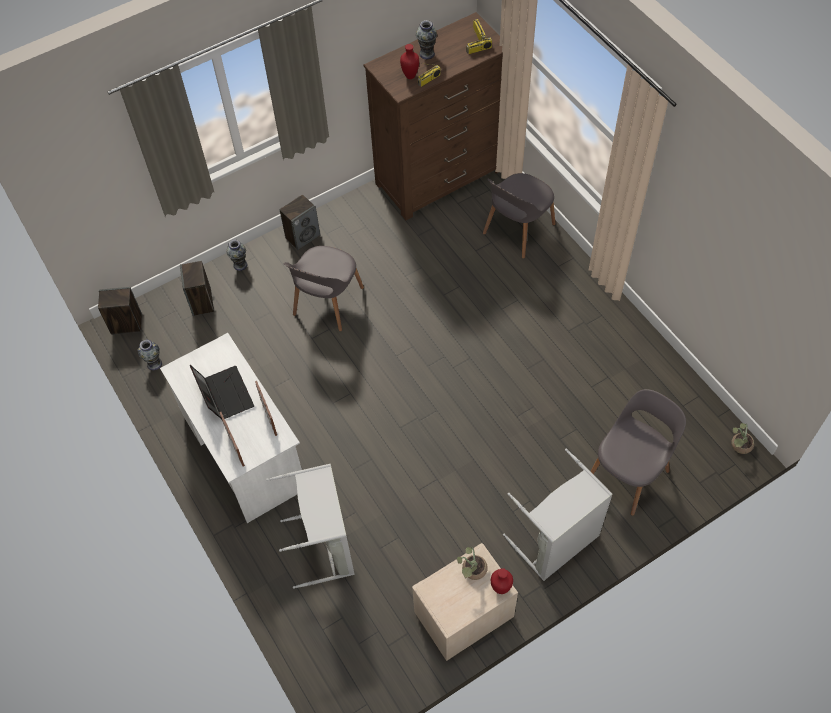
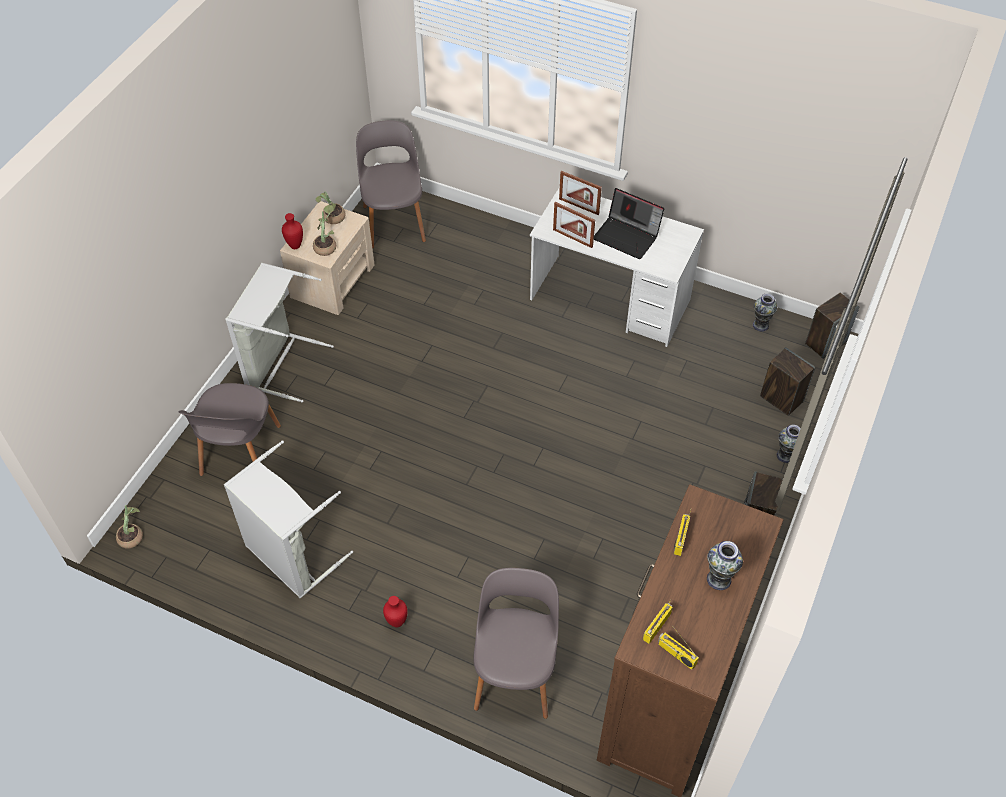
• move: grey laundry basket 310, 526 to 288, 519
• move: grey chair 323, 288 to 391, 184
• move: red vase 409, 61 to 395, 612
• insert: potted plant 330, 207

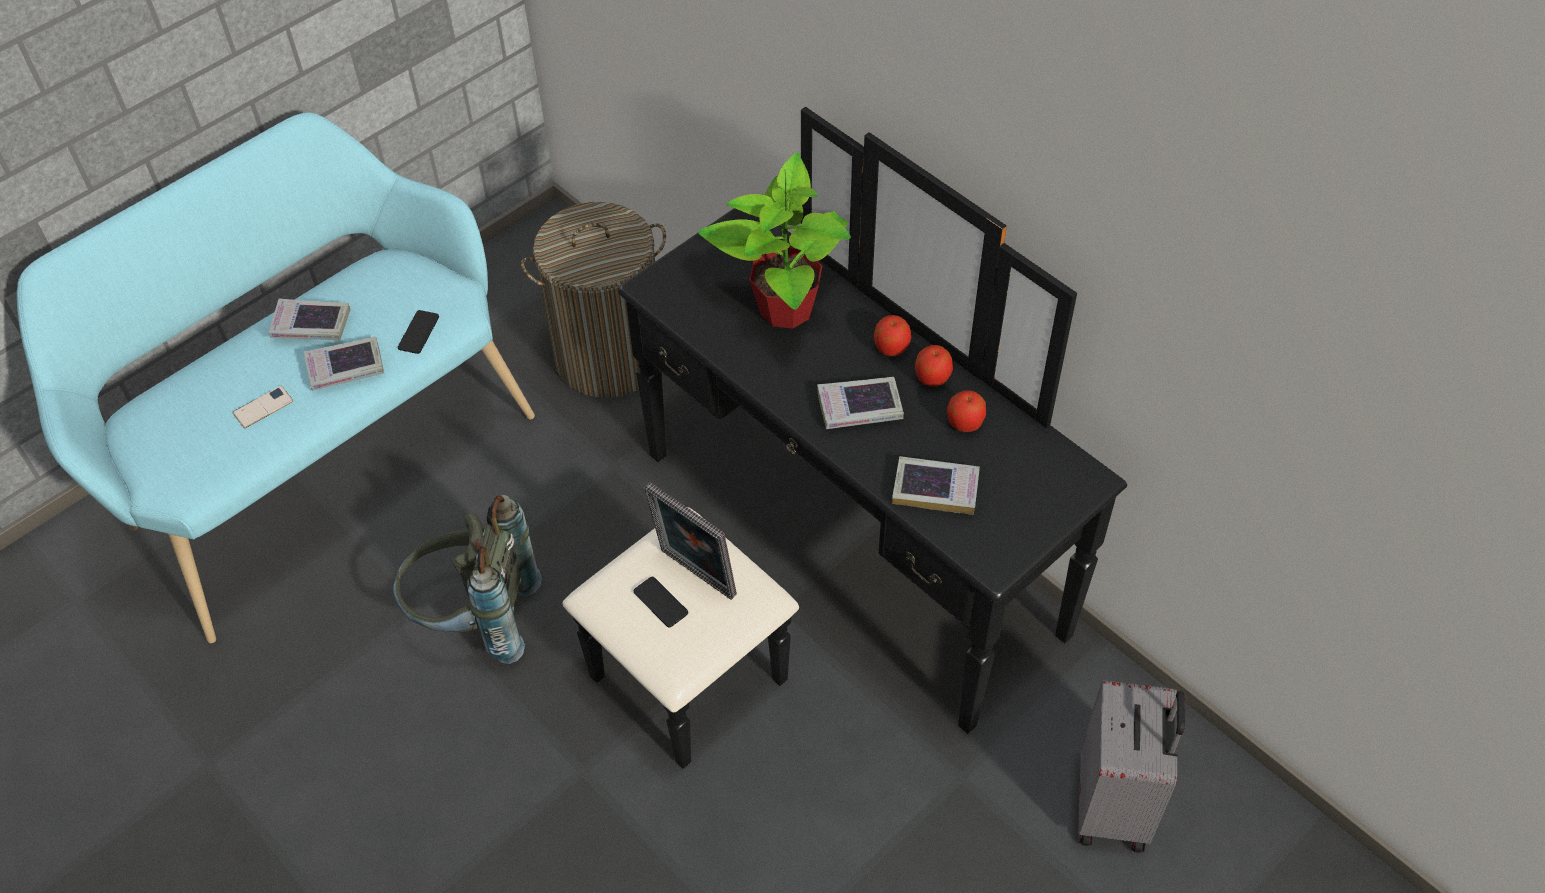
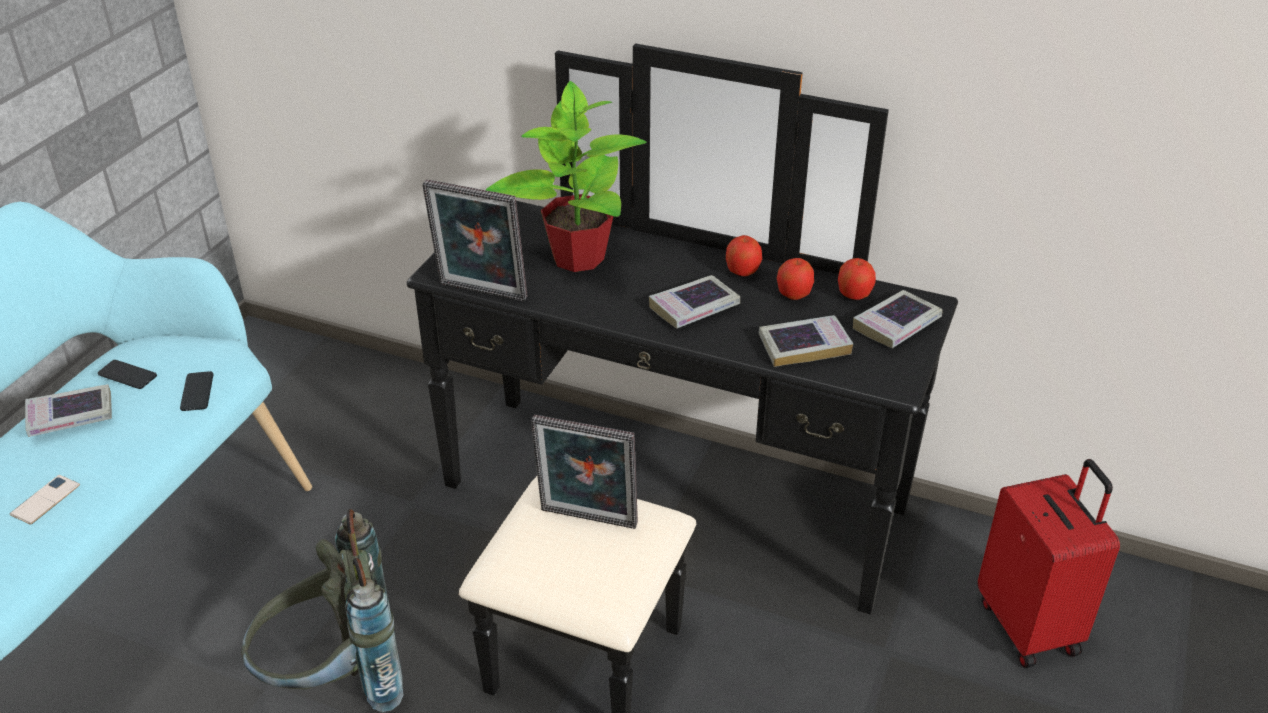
• move: book 344, 364 to 898, 319
• delete: laundry basket 593, 300
• move: phone 661, 602 to 127, 374
• move: apple 892, 335 to 857, 279
• recolor: grey suitcase 1131, 766 to red suitcase 1049, 563
• insert: picture frame 474, 240

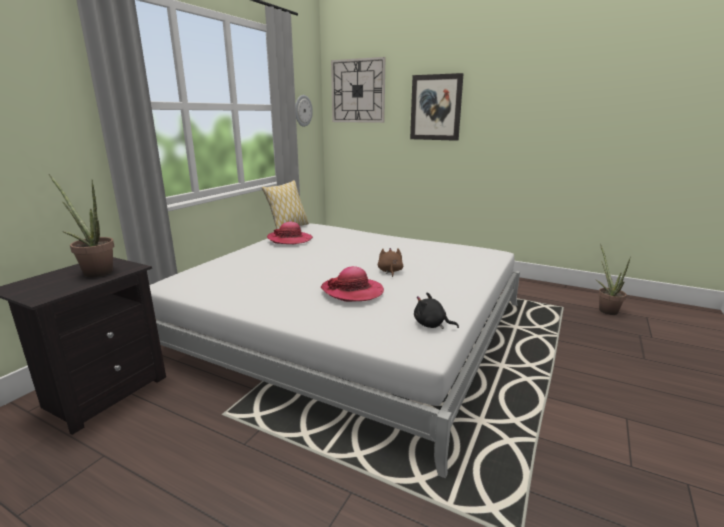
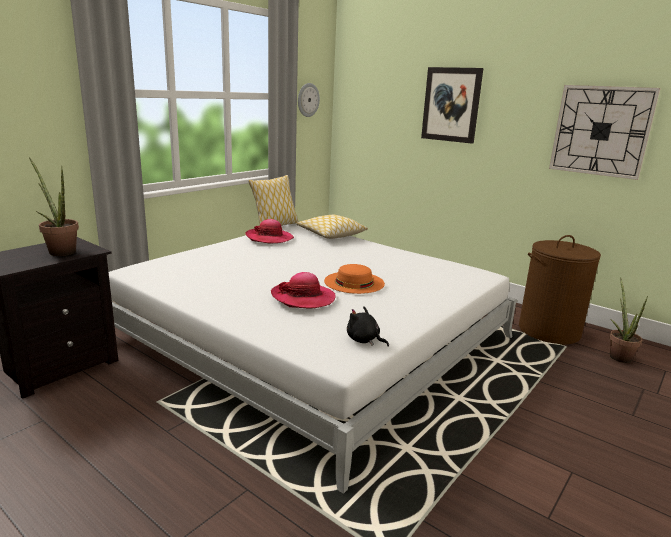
• move: wall clock 358, 90 to 605, 132
• replace: brown plush toy 390, 262 to orange hat 354, 279
• insert: pillow 332, 227
• insert: brown laundry basket 560, 290

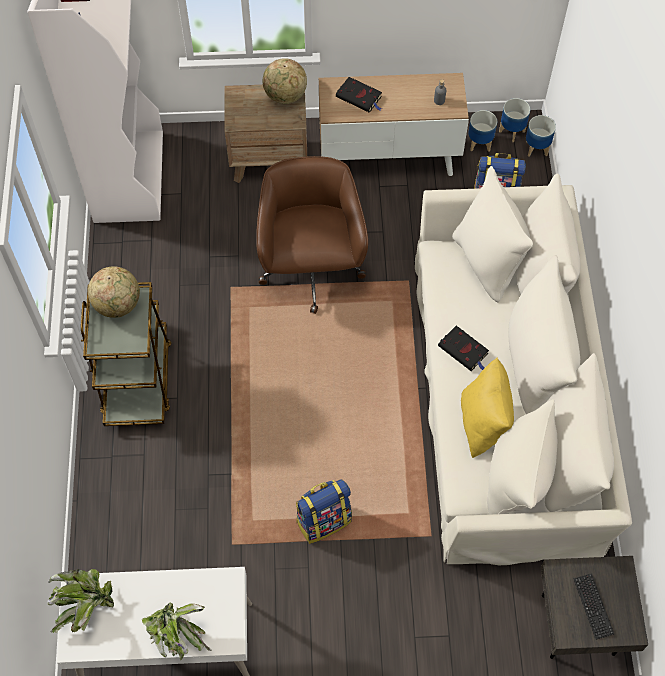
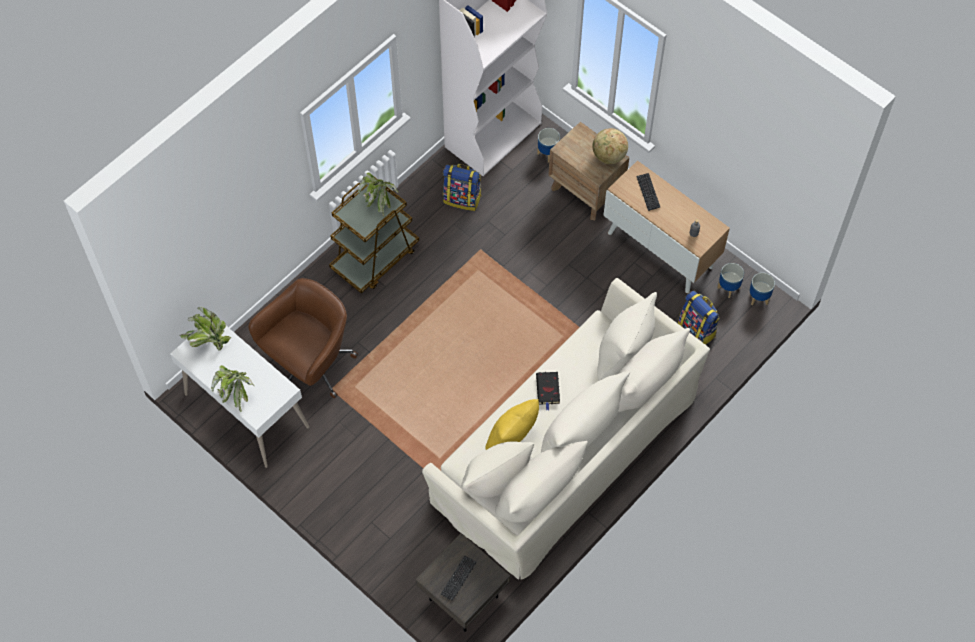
• replace: globe 114, 292 to potted plant 378, 194
• move: brown office chair 312, 235 to 303, 338
• move: backpack 324, 511 to 462, 187
• replace: black book 359, 95 to keyboard 648, 192
• move: planter 541, 136 to 548, 145

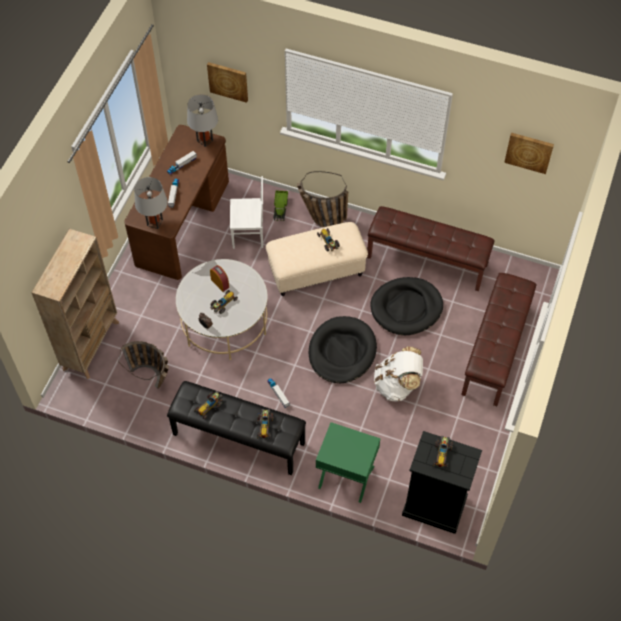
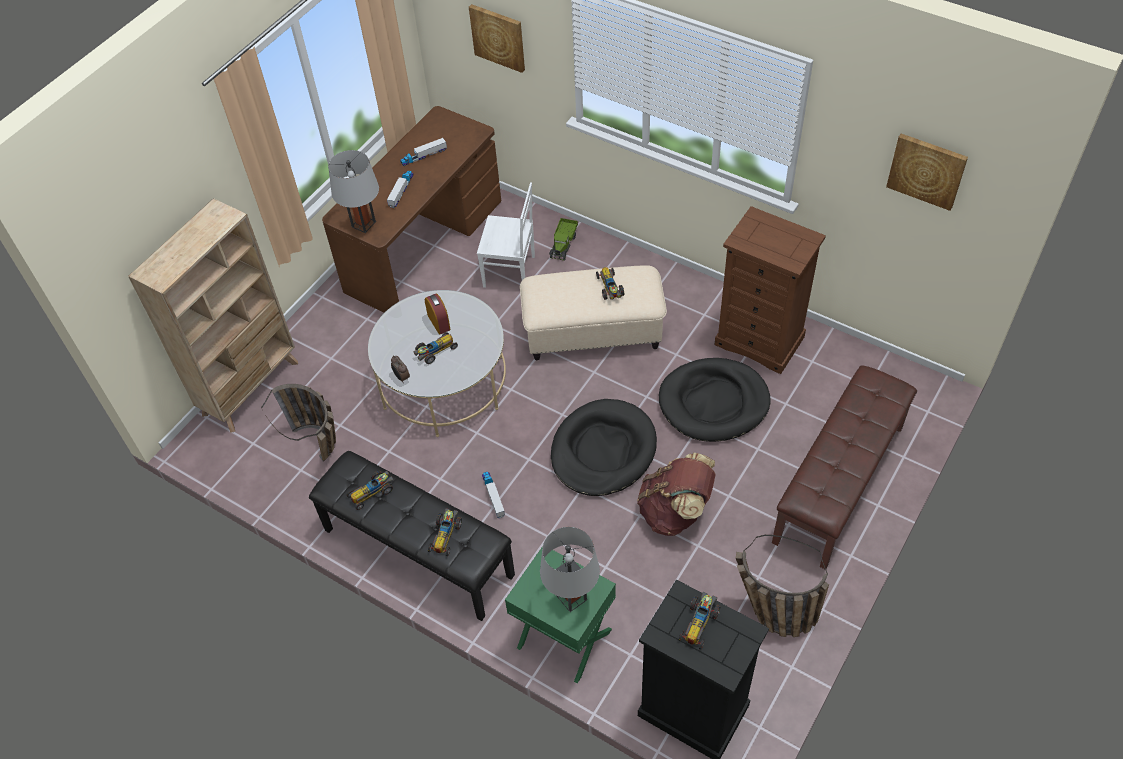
• move: grey table lamp 202, 120 to 570, 569
• move: basket 322, 199 to 782, 586
• replace: brown bench 430, 248 to brown dresser 770, 290
• recolor: white backpack 398, 374 to brown backpack 676, 494

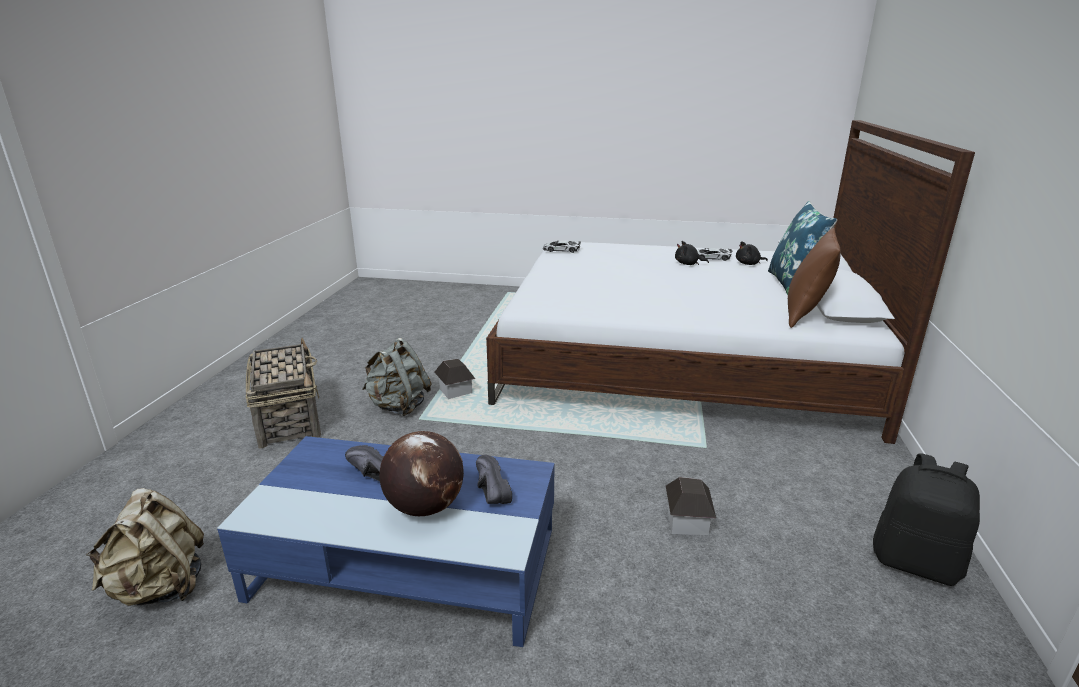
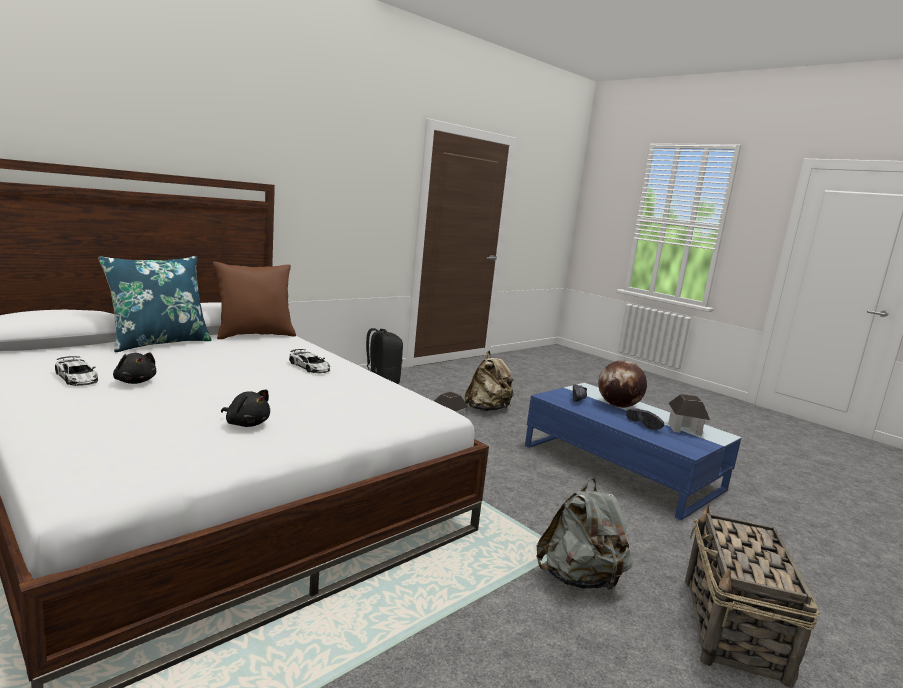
• move: beige backpack 145, 547 to 489, 381
• move: toy house 455, 379 to 689, 415
• move: toy car 562, 246 to 309, 361
• move: black plush toy 752, 253 to 245, 408

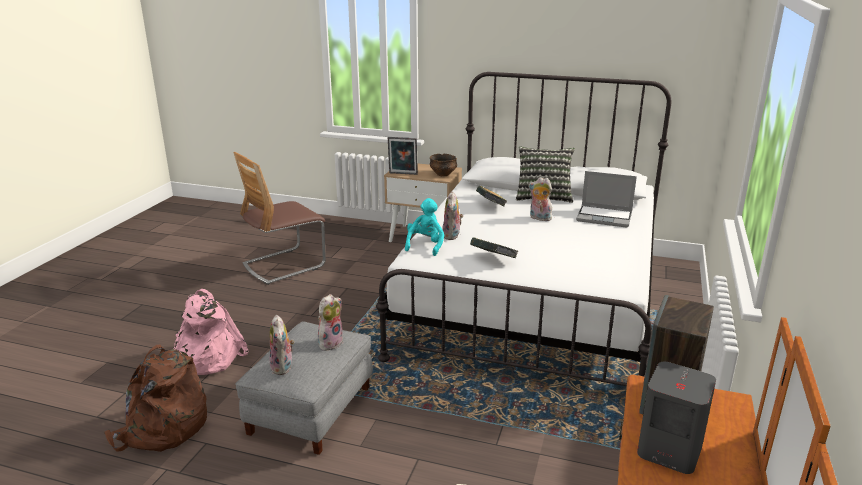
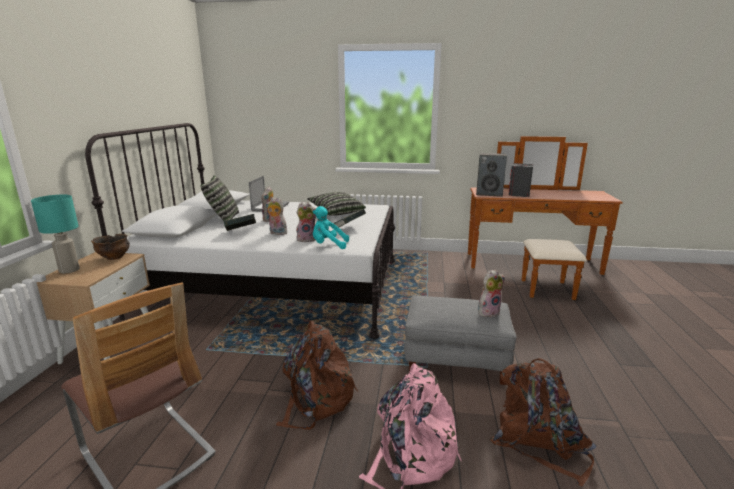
• move: plush toy 330, 322 to 276, 216
• delete: picture frame 403, 156
• insert: turquoise table lamp 55, 234
• insert: brown backpack 317, 375
• insert: pillow 336, 204

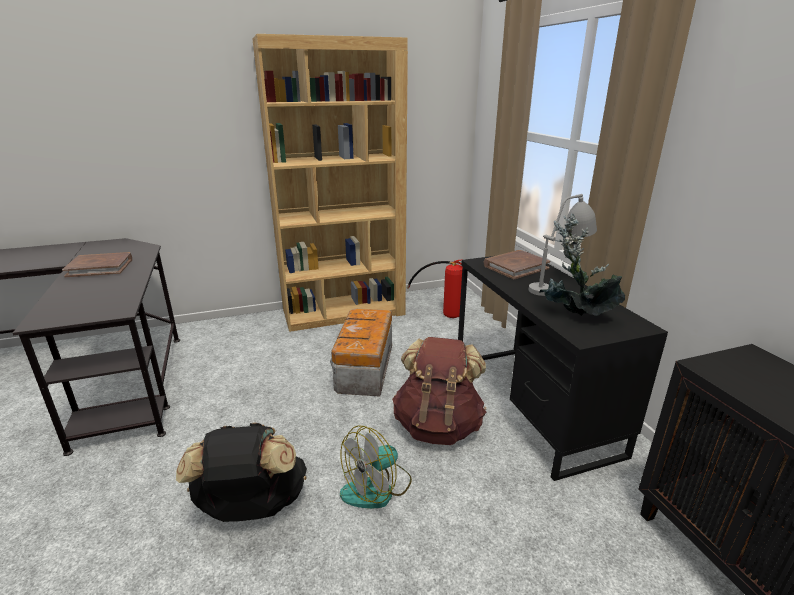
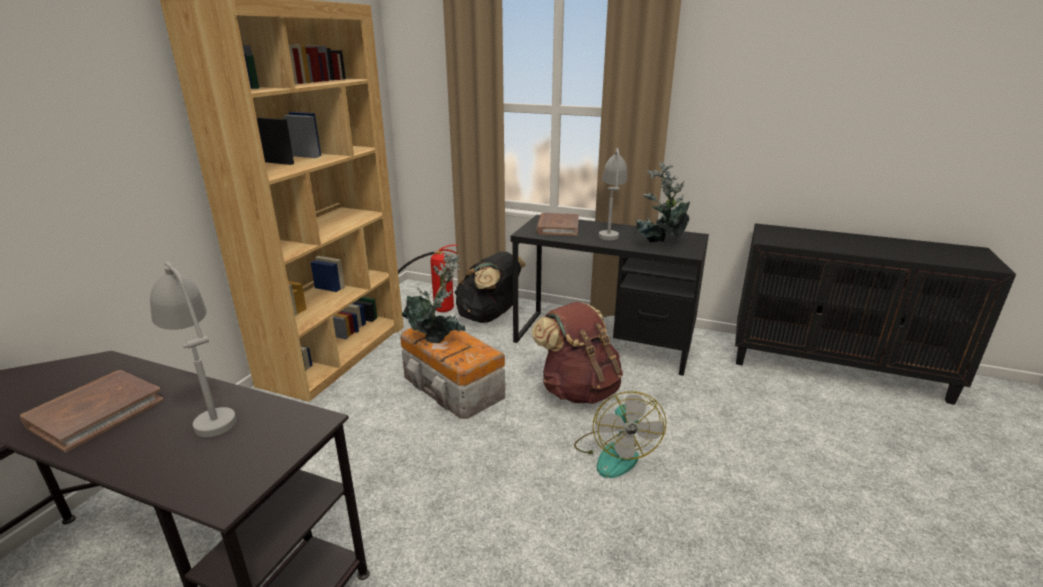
• move: black backpack 241, 472 to 490, 287
• insert: grey table lamp 193, 349
• insert: potted plant 434, 298

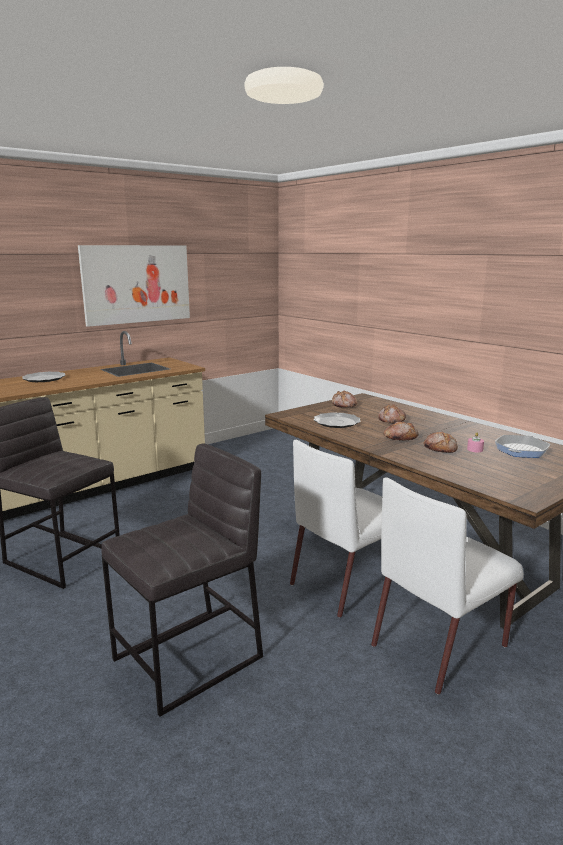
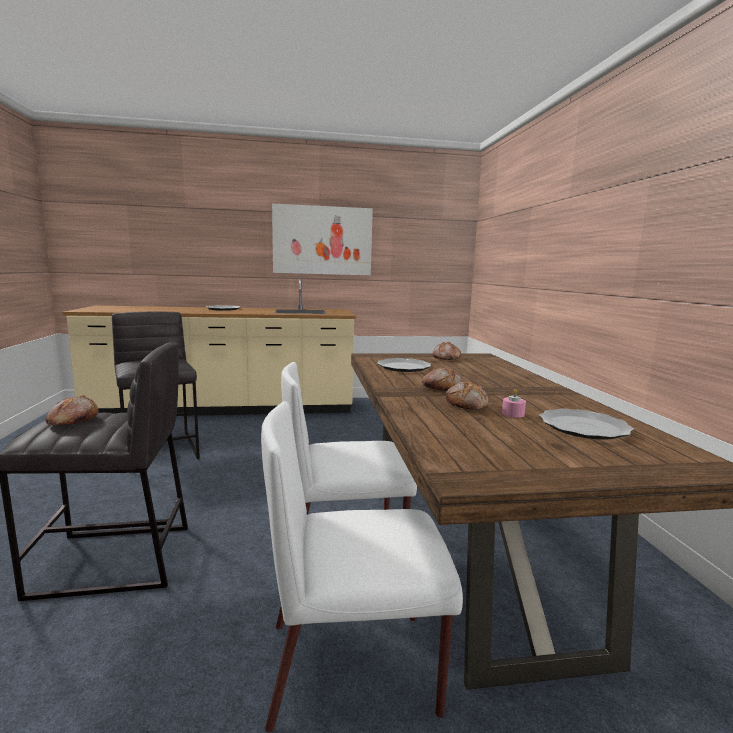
• move: bread 392, 414 to 72, 410
• replace: frying pan 522, 446 to plate 586, 424

